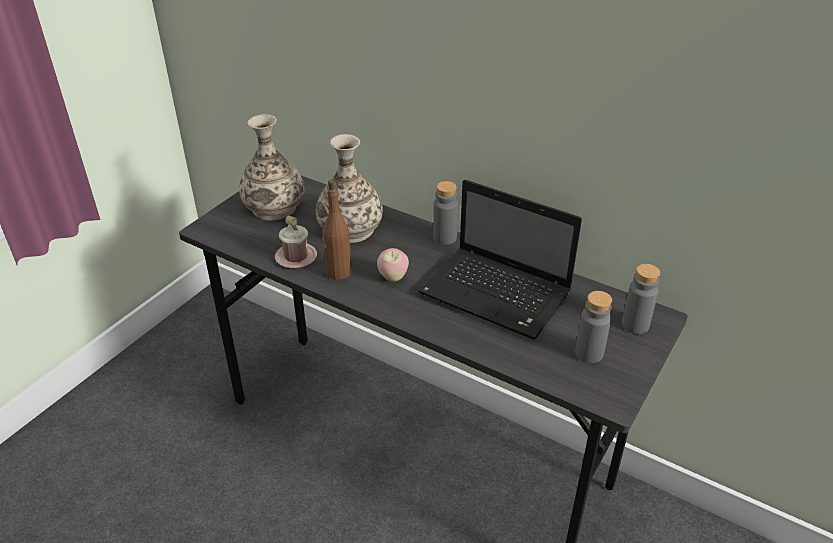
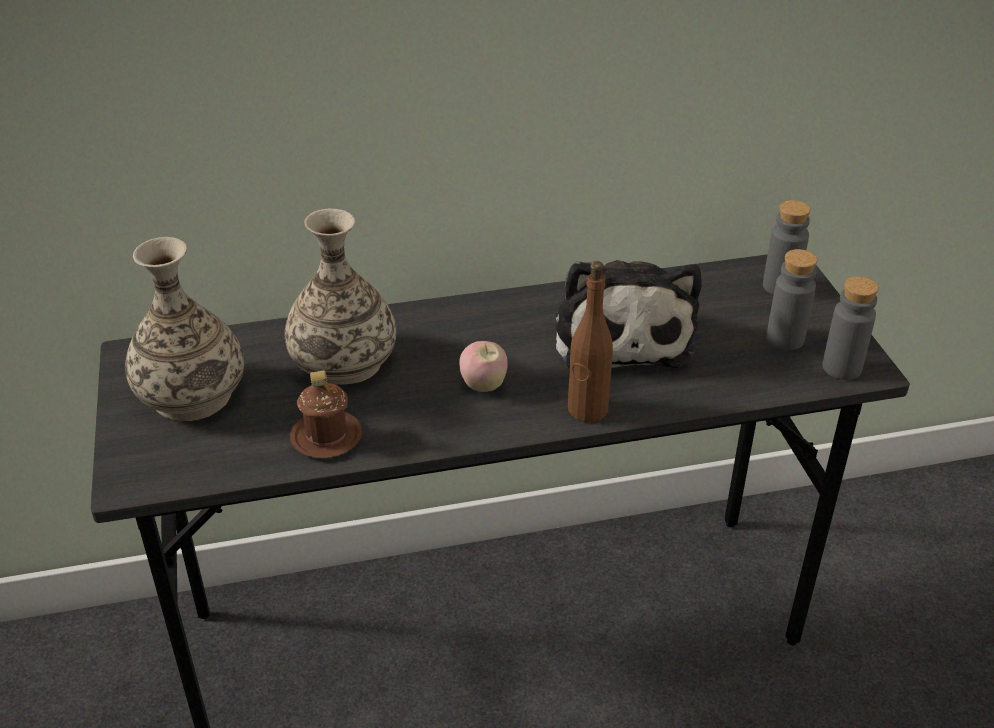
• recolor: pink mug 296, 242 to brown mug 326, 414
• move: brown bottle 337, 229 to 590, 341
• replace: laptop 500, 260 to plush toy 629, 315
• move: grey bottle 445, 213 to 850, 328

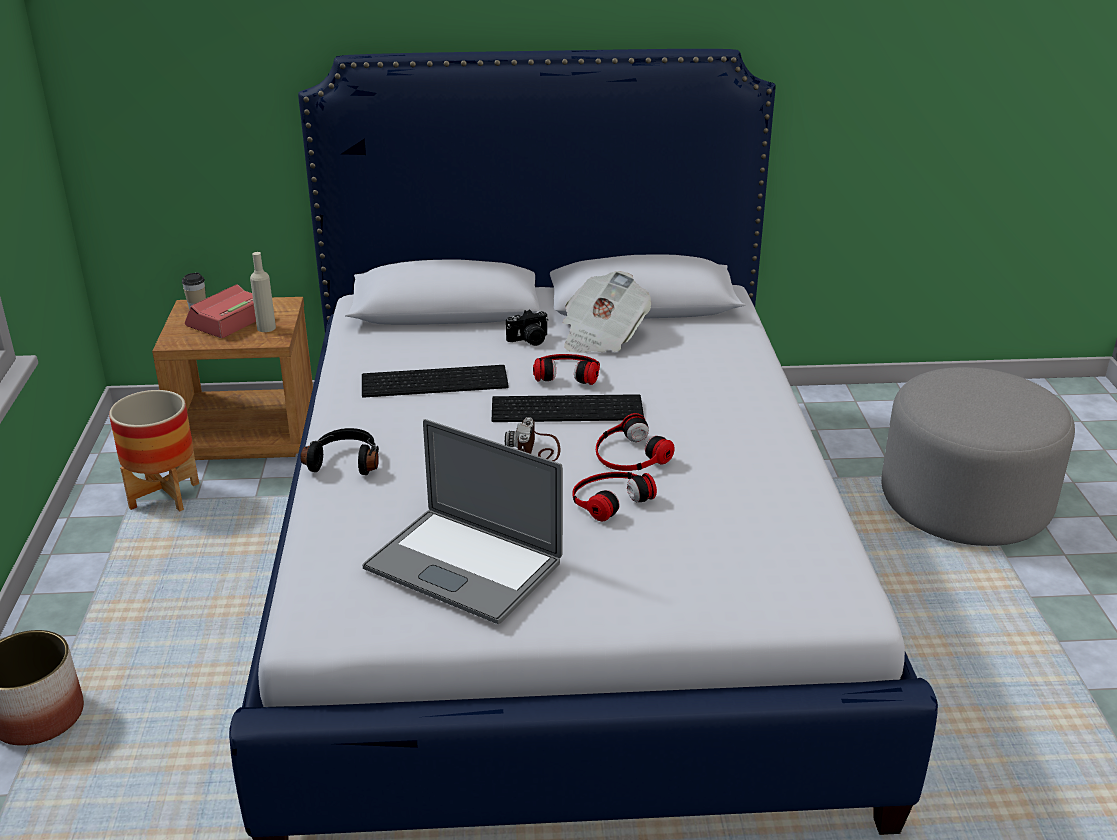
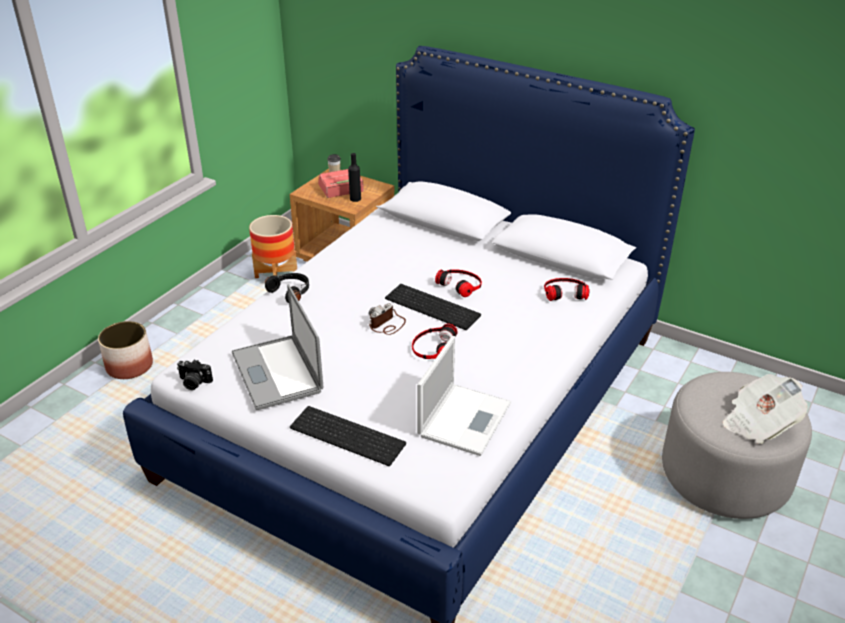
• recolor: beige bottle 263, 292 to black bottle 354, 177
• move: keyboard 435, 381 to 348, 436
• move: photo camera 527, 327 to 195, 375
• move: newspaper 607, 312 to 765, 409
• move: headphones 614, 496 to 567, 289
• insert: laptop 464, 396

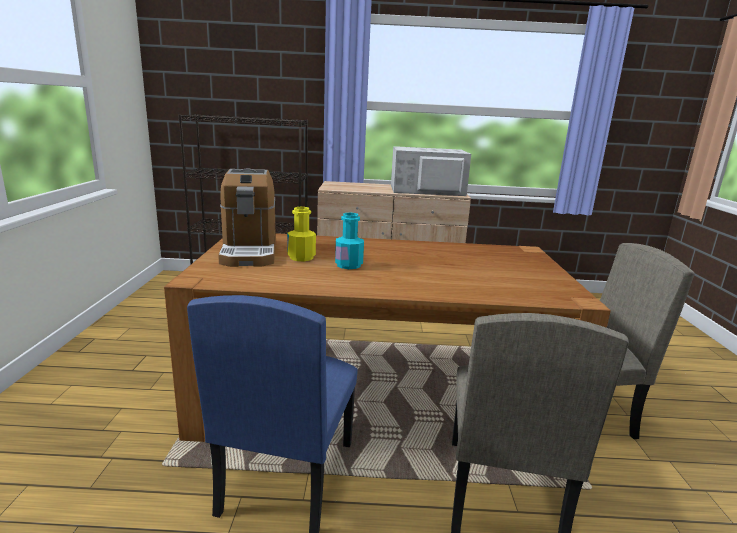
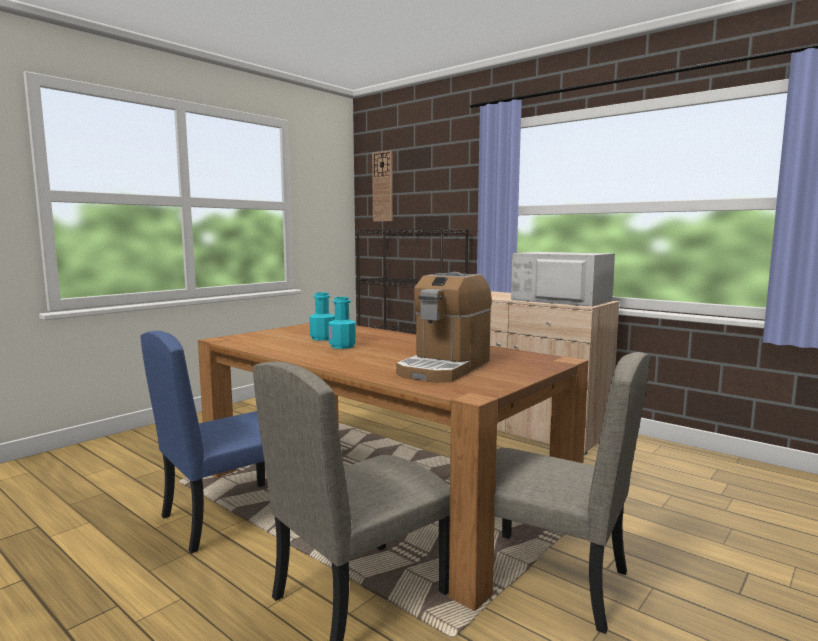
• move: coffee machine 247, 217 to 444, 327
• recolor: yellow bottle 301, 234 to turquoise bottle 322, 316
• insert: wall clock 382, 185

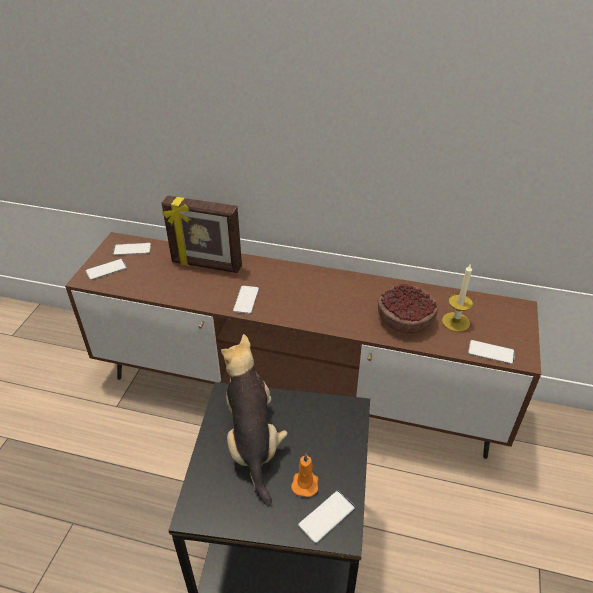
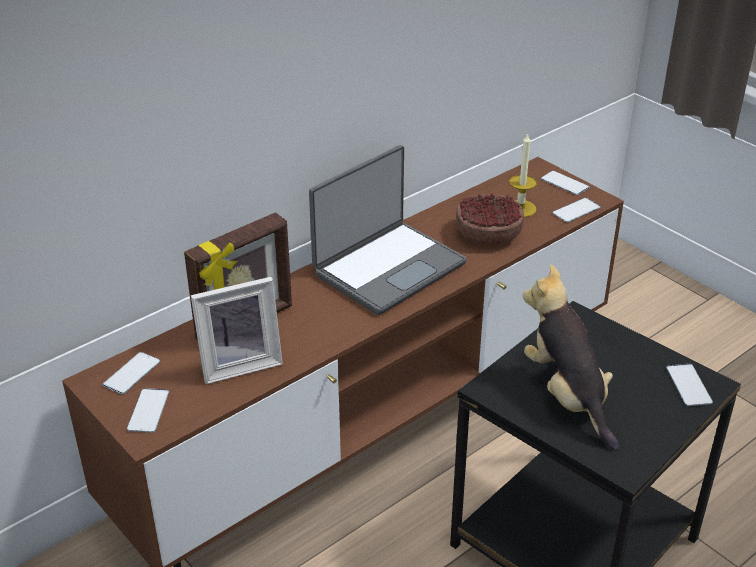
• rotate: plush toy 254, 420 = 571, 357 45 degrees clockwise
• move: phone 246, 300 to 565, 183
• delete: orange candle 304, 475
• insert: picture frame 237, 330
• insert: laptop 388, 230

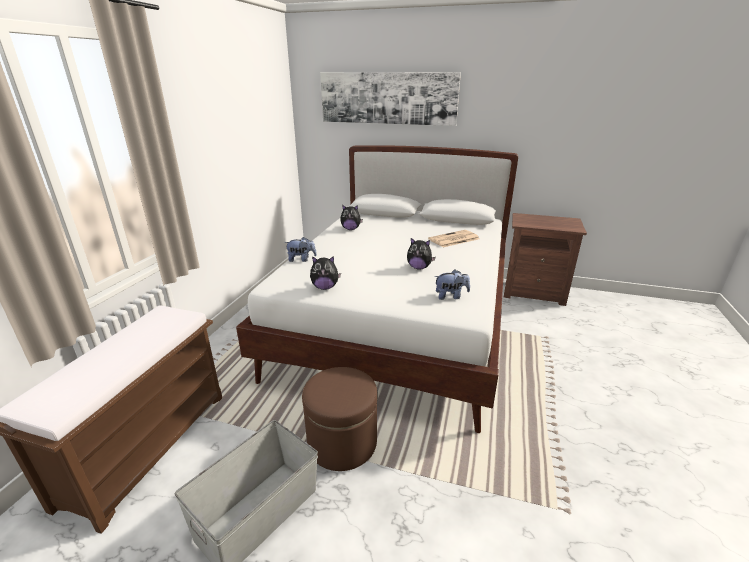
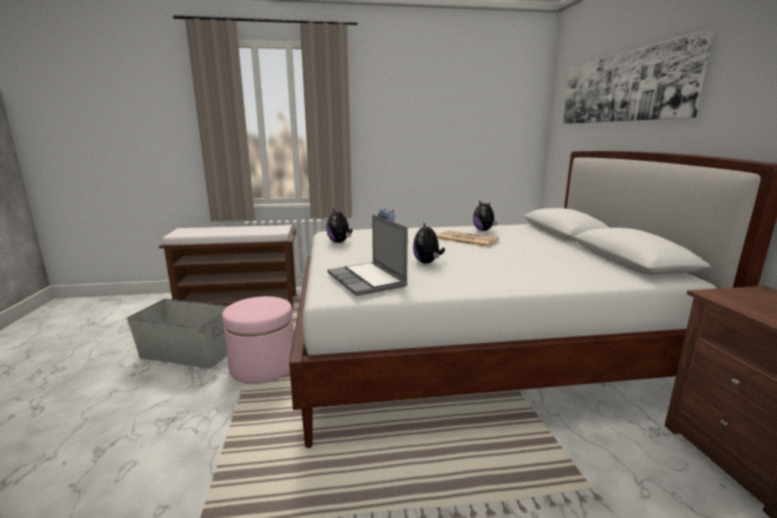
• recolor: brown ottoman 339, 419 to pink ottoman 258, 340
• move: newspaper 453, 238 to 468, 239
• replace: plush toy 452, 284 to laptop 367, 255

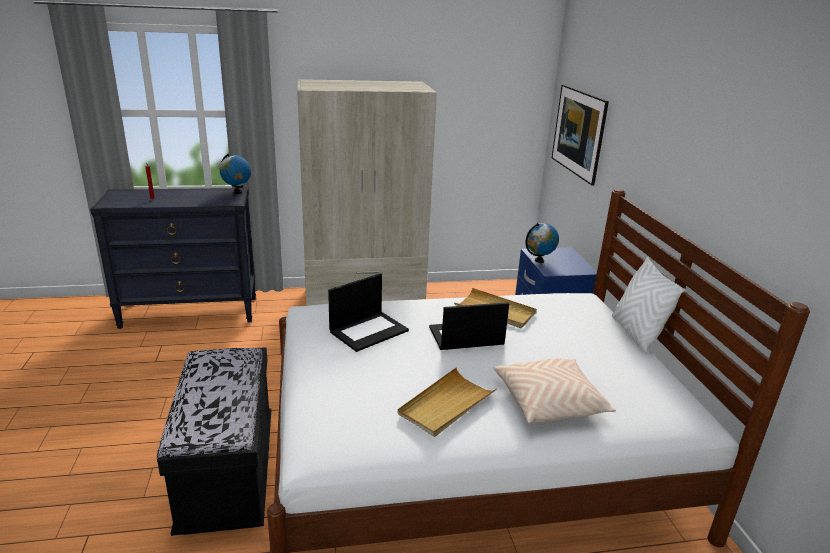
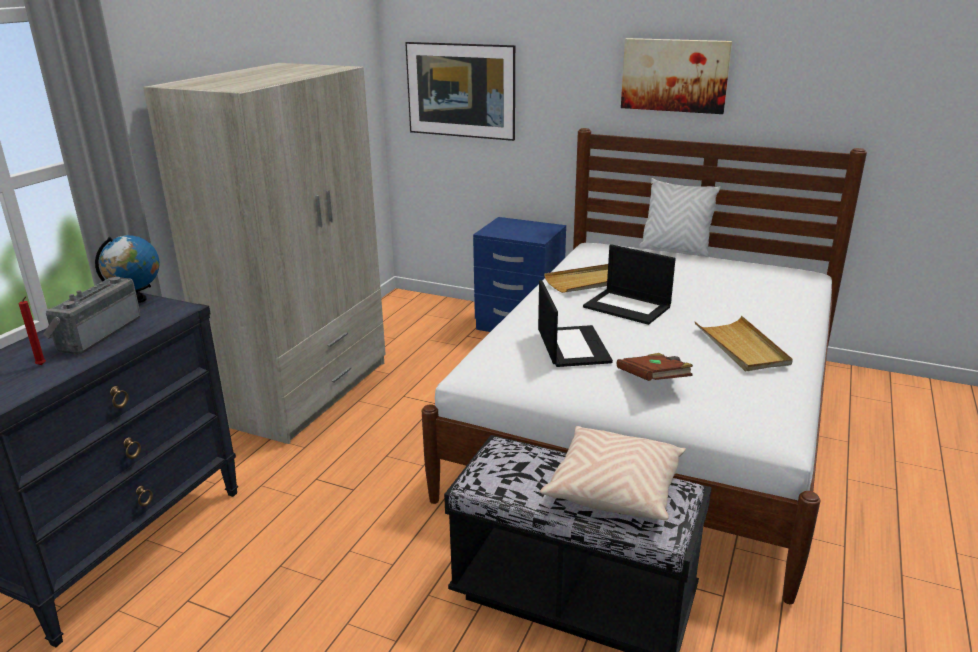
• rotate: laptop 469, 326 = 629, 284 75 degrees counterclockwise
• move: beige pillow 555, 390 to 613, 473
• delete: globe 542, 243
• insert: radio 92, 316
• insert: brown book 655, 367
• insert: picture 676, 76

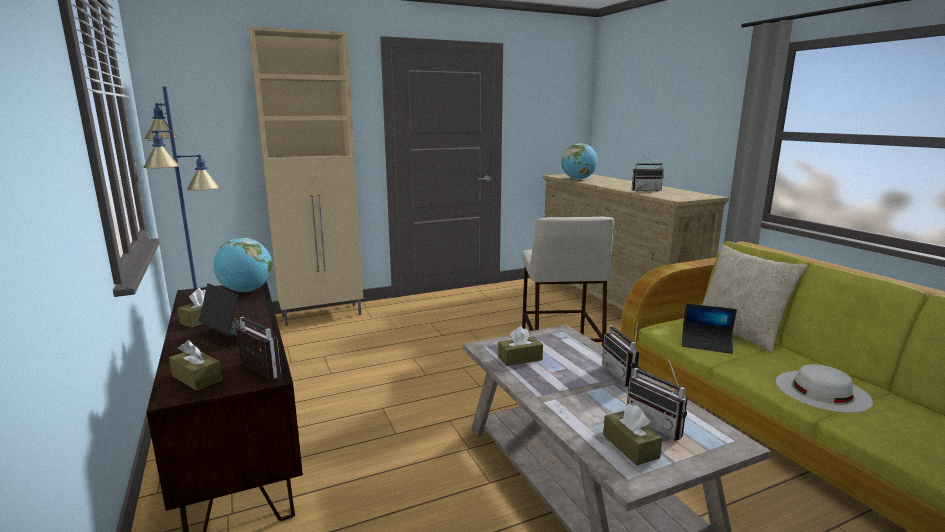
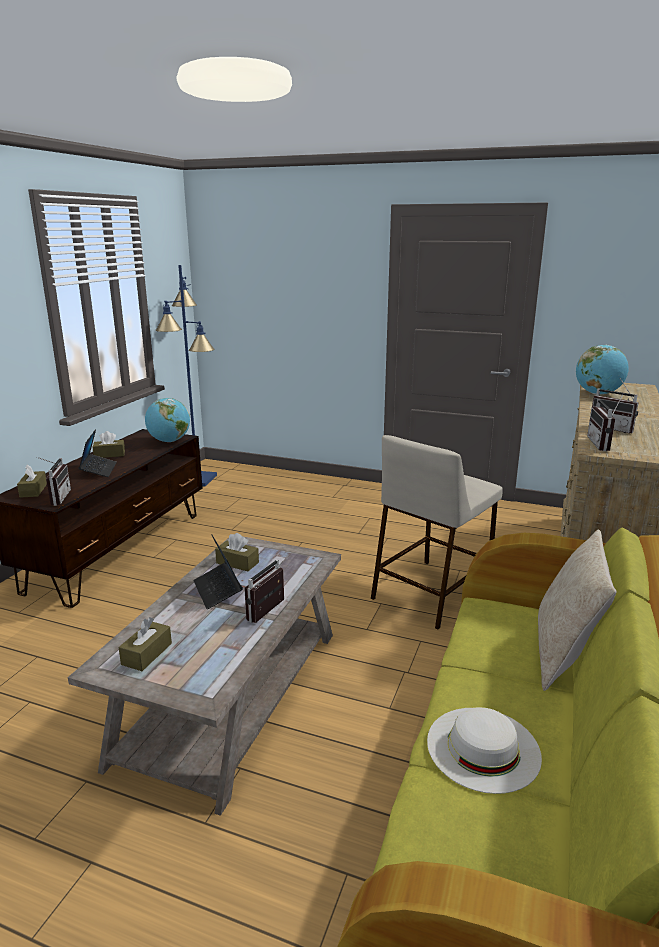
• delete: beige cabinet 306, 176
• move: radio 657, 398 to 605, 422
• move: laptop 709, 328 to 218, 571

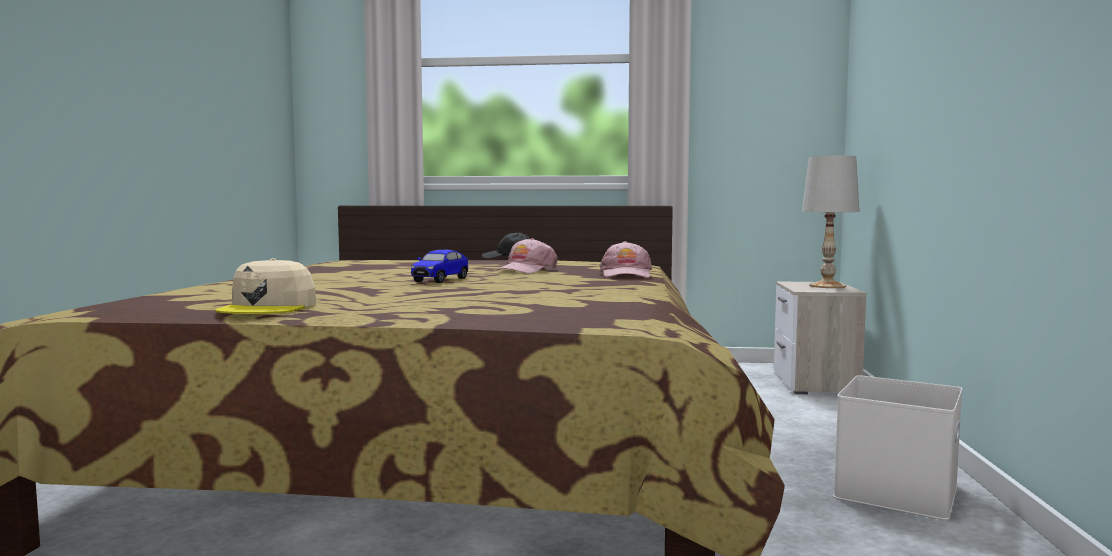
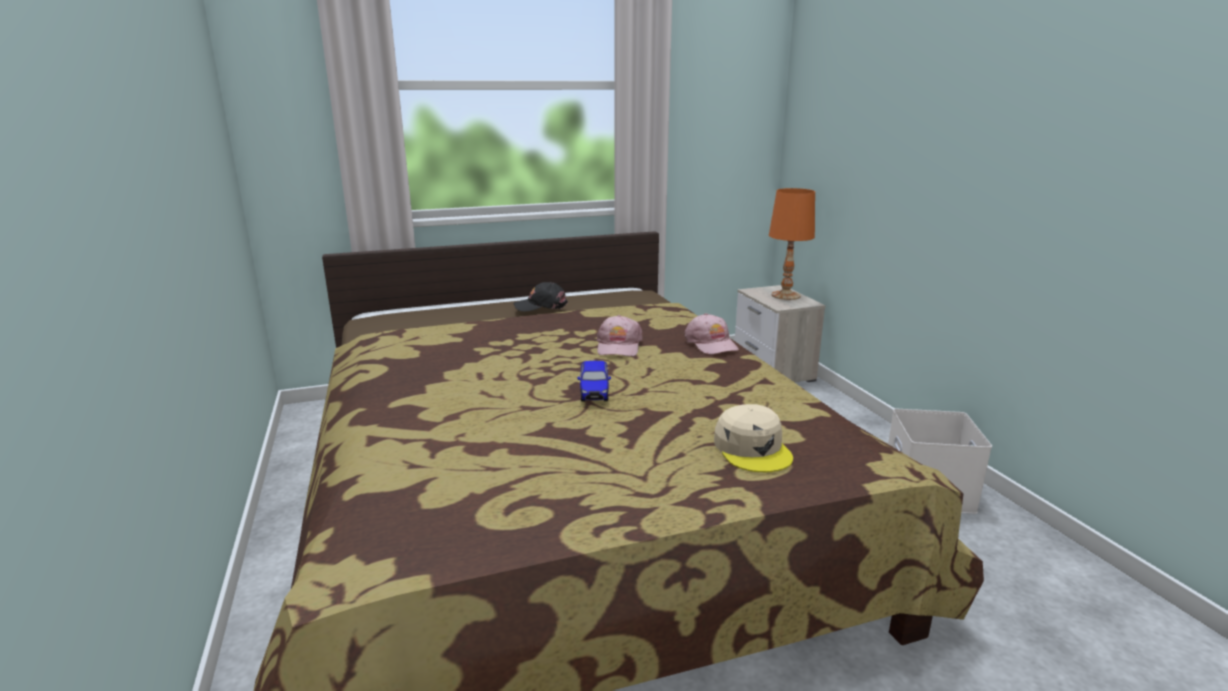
• move: beige cap 265, 286 to 753, 438
• recolor: white table lamp 831, 221 to orange table lamp 792, 244

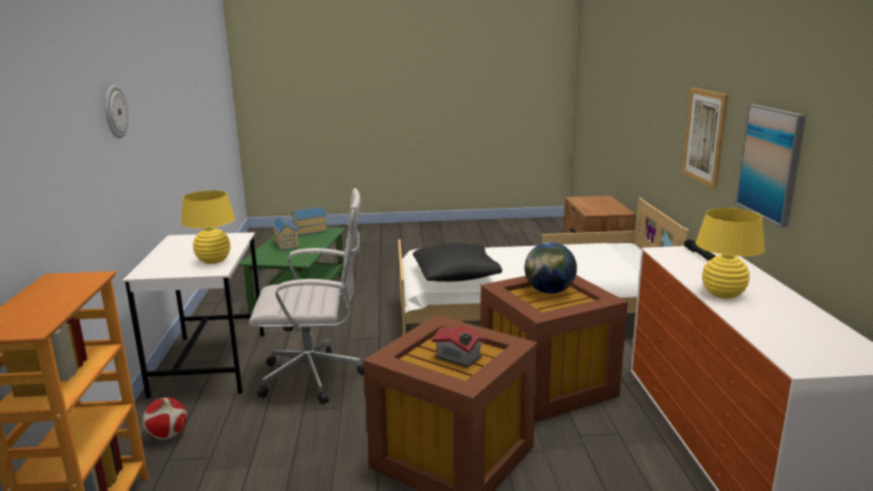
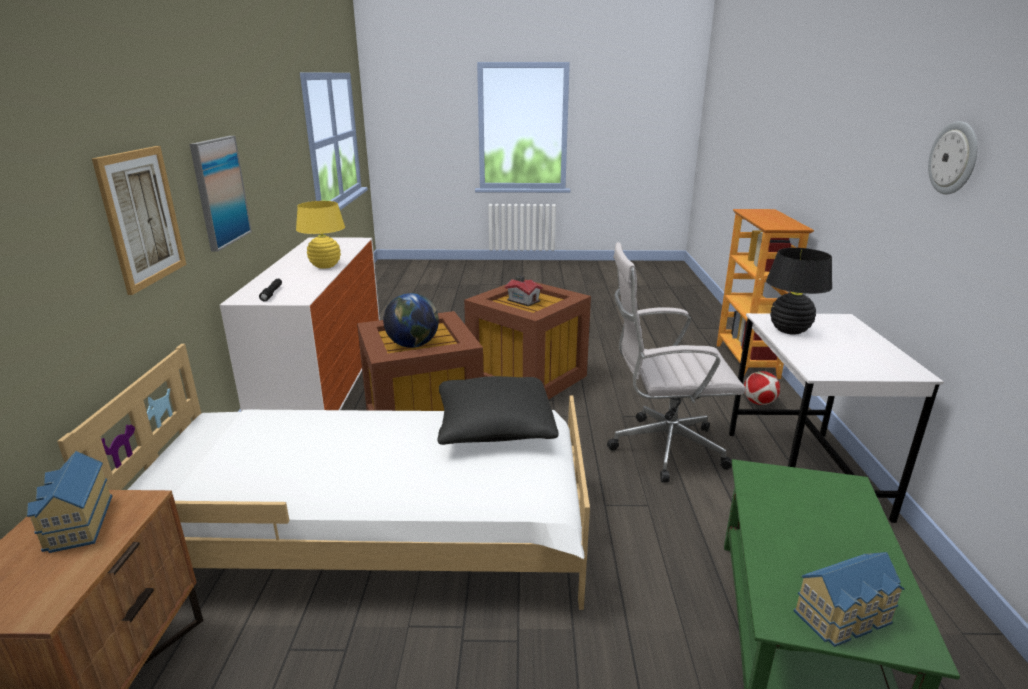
• recolor: yellow table lamp 208, 227 to black table lamp 799, 291
• move: toy house 285, 233 to 69, 502

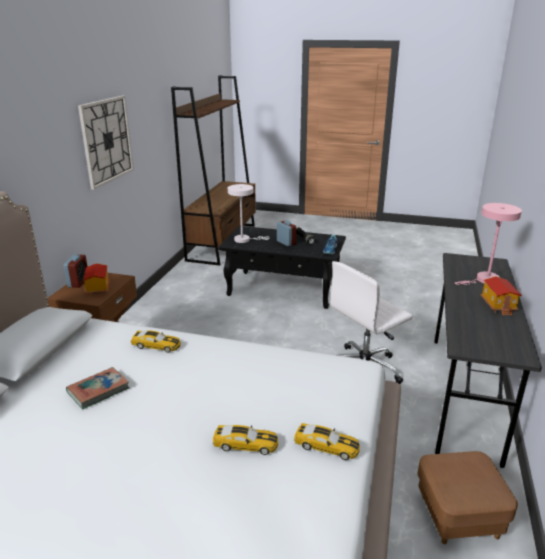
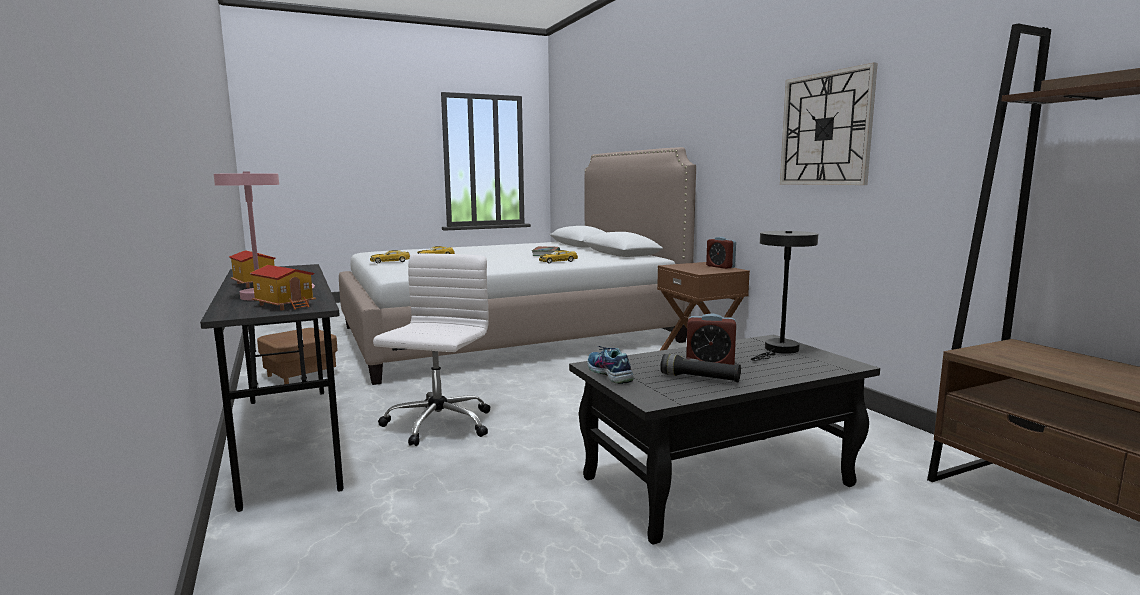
• move: toy house 96, 279 to 283, 288
• recolor: white table lamp 248, 213 to black table lamp 784, 296

